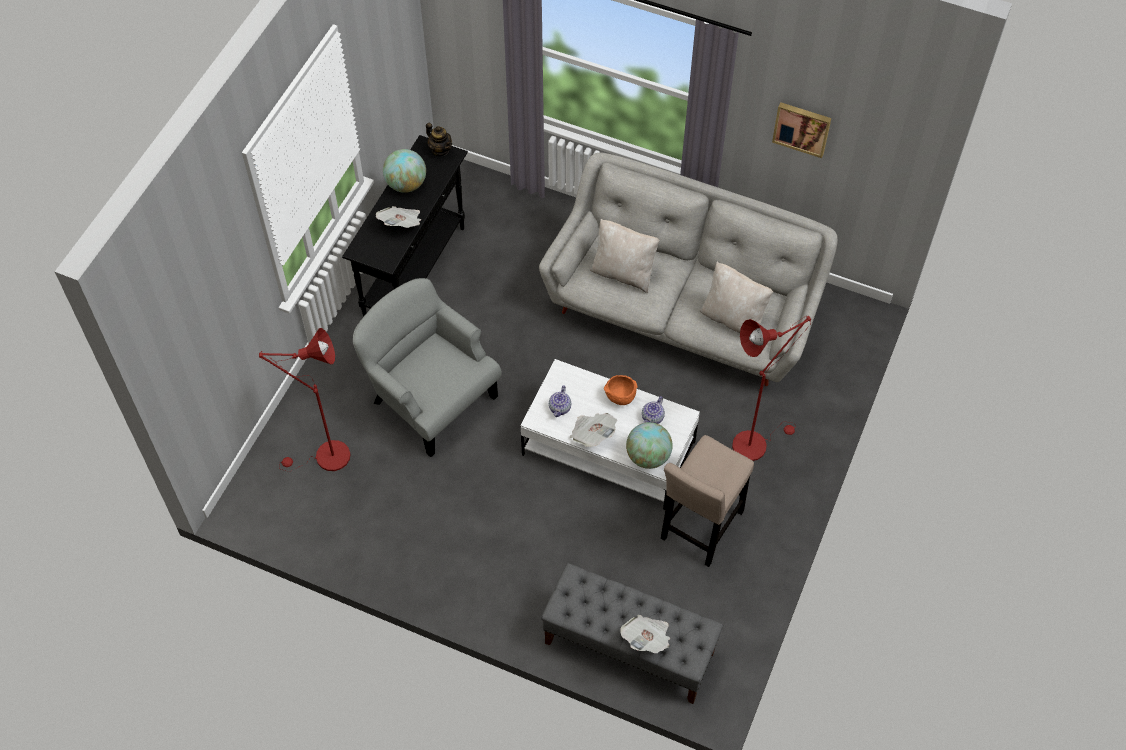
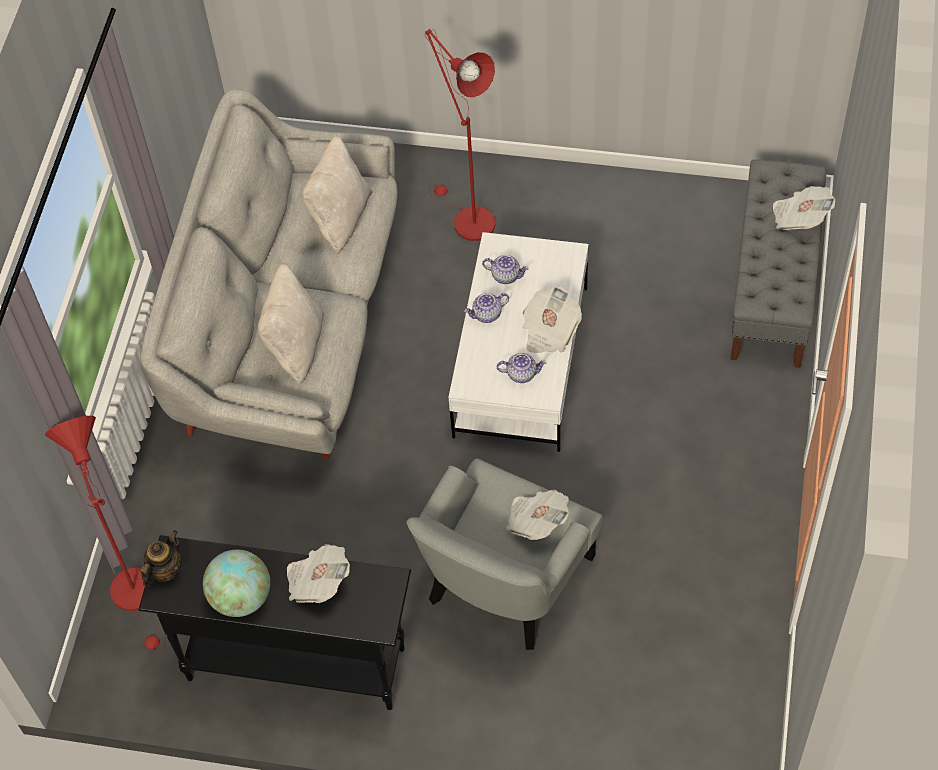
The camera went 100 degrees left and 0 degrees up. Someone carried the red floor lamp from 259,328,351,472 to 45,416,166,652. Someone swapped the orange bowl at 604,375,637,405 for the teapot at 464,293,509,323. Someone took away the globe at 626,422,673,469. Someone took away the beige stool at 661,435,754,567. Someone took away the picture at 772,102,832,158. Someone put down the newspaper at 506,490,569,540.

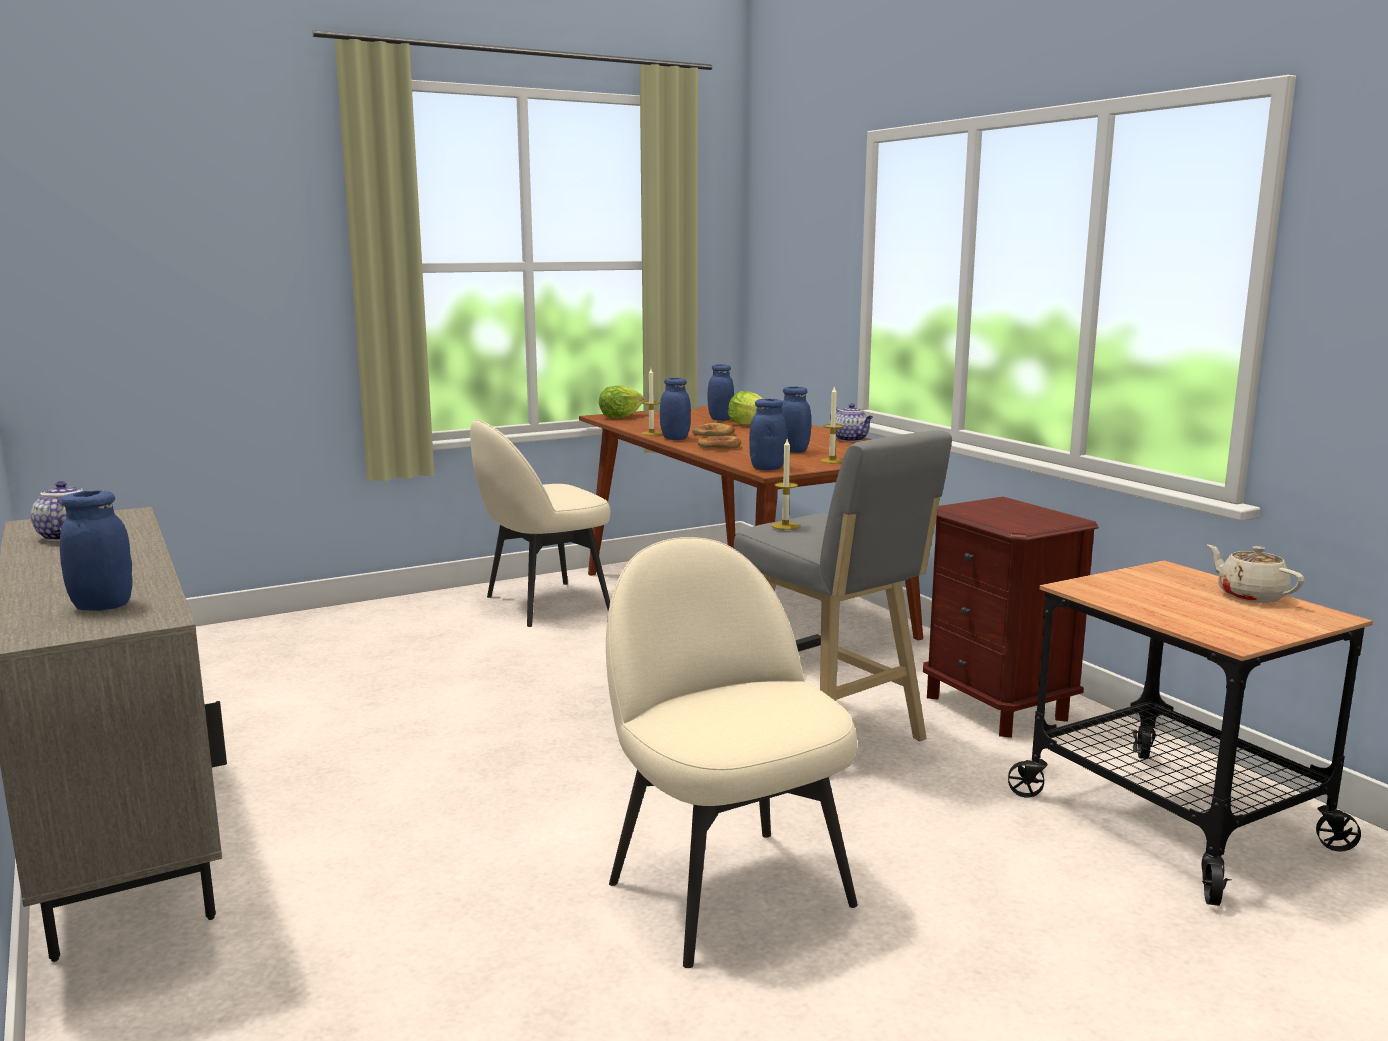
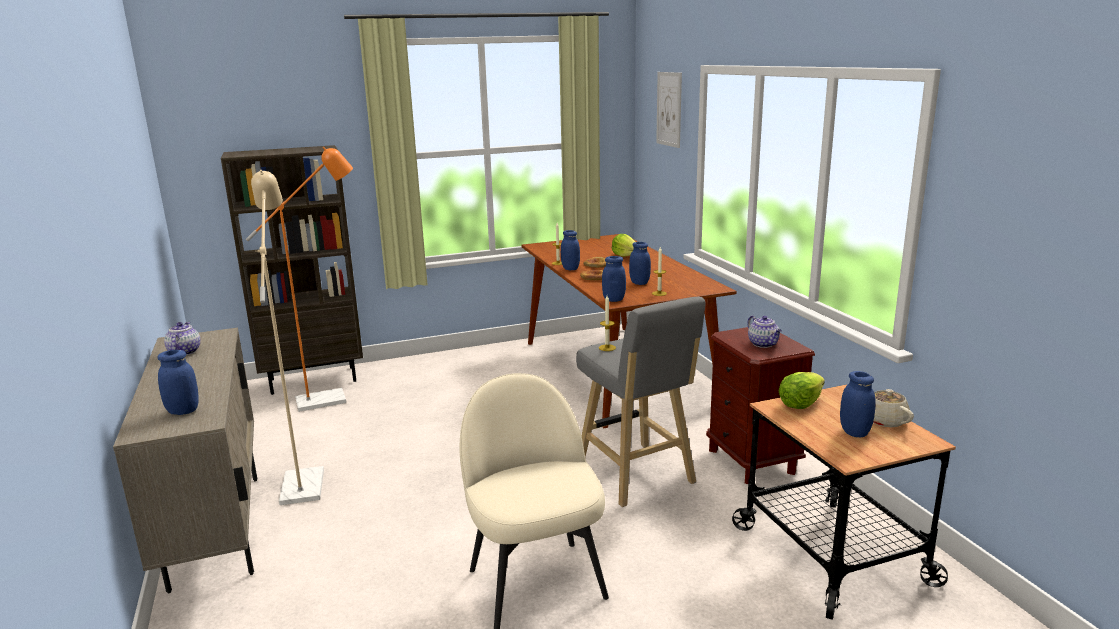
The camera went 10 degrees right and 5 degrees up. Someone took away the beige chair at 470,419,610,627. Someone carried the lettuce from 599,386,644,418 to 778,372,825,409. Someone carried the blue jar from 707,364,734,421 to 840,371,876,437. Someone carried the teapot from 830,403,873,442 to 747,315,782,348. Someone put down the brown bookcase at 221,145,363,395. Someone put down the orange floor lamp at 246,147,353,412. Someone put down the beige floor lamp at 251,170,324,505. Someone put up the picture at 656,72,682,148.

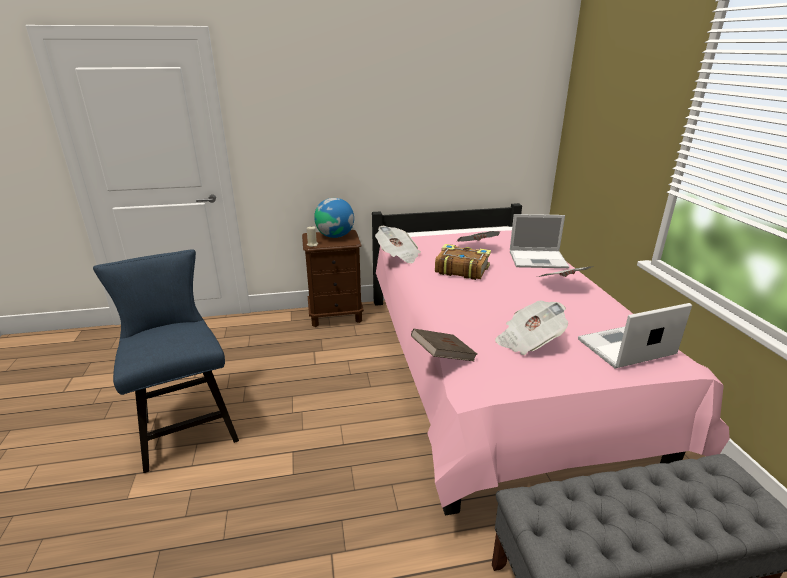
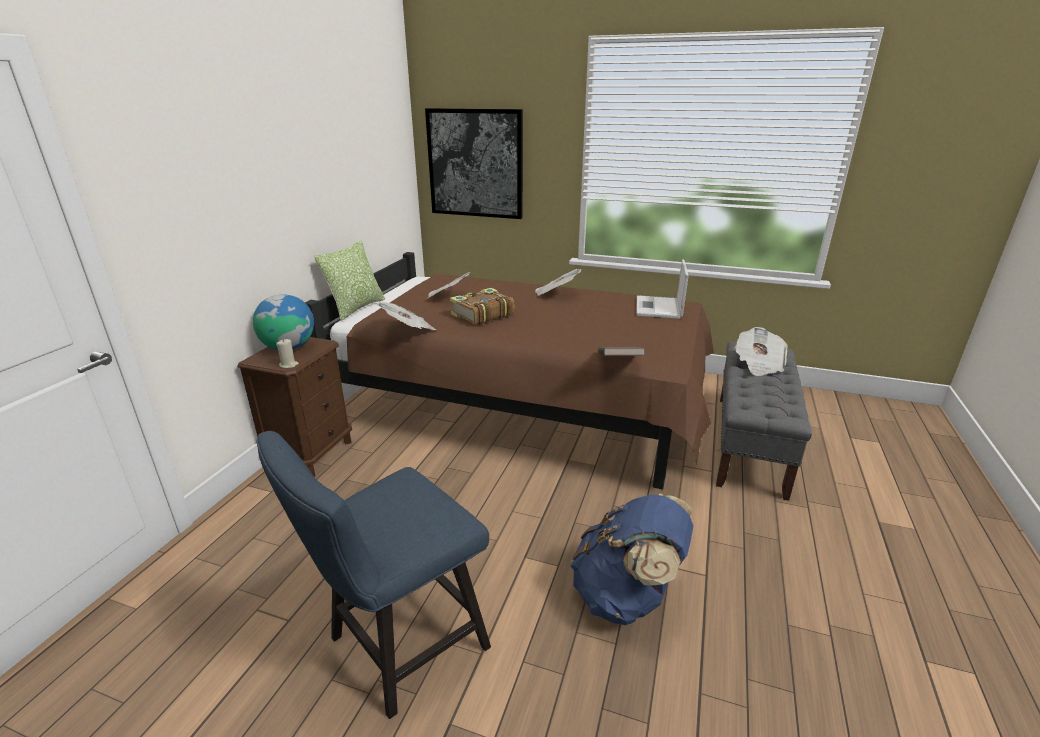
The camera went 60 degrees left and 0 degrees up. Someone rotated the blue chair at 93,249,239,473 by 45 degrees counterclockwise. Someone repainted the pink bed at 372,203,730,515, which became the brown bed at 305,252,714,489. Someone carried the newspaper from 495,300,568,355 to 735,327,788,376. Someone took away the laptop at 510,214,569,268. Someone put down the pillow at 314,240,385,321. Someone put up the picture at 425,108,523,219. Someone put down the blue backpack at 571,494,694,625.

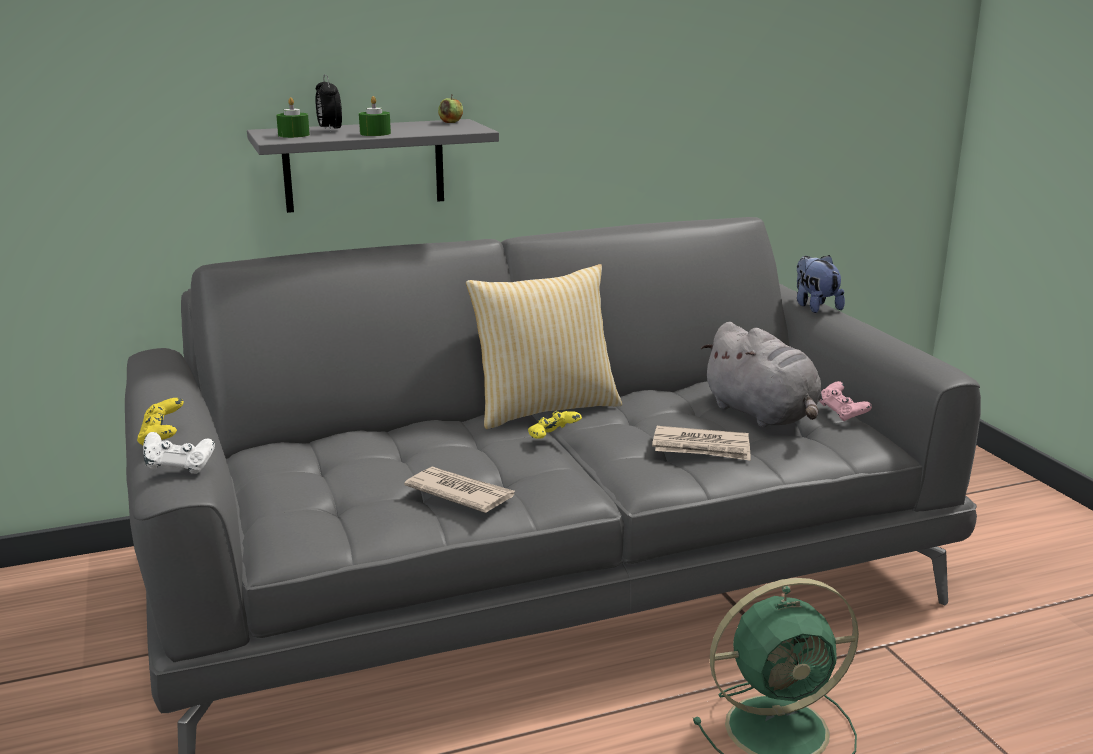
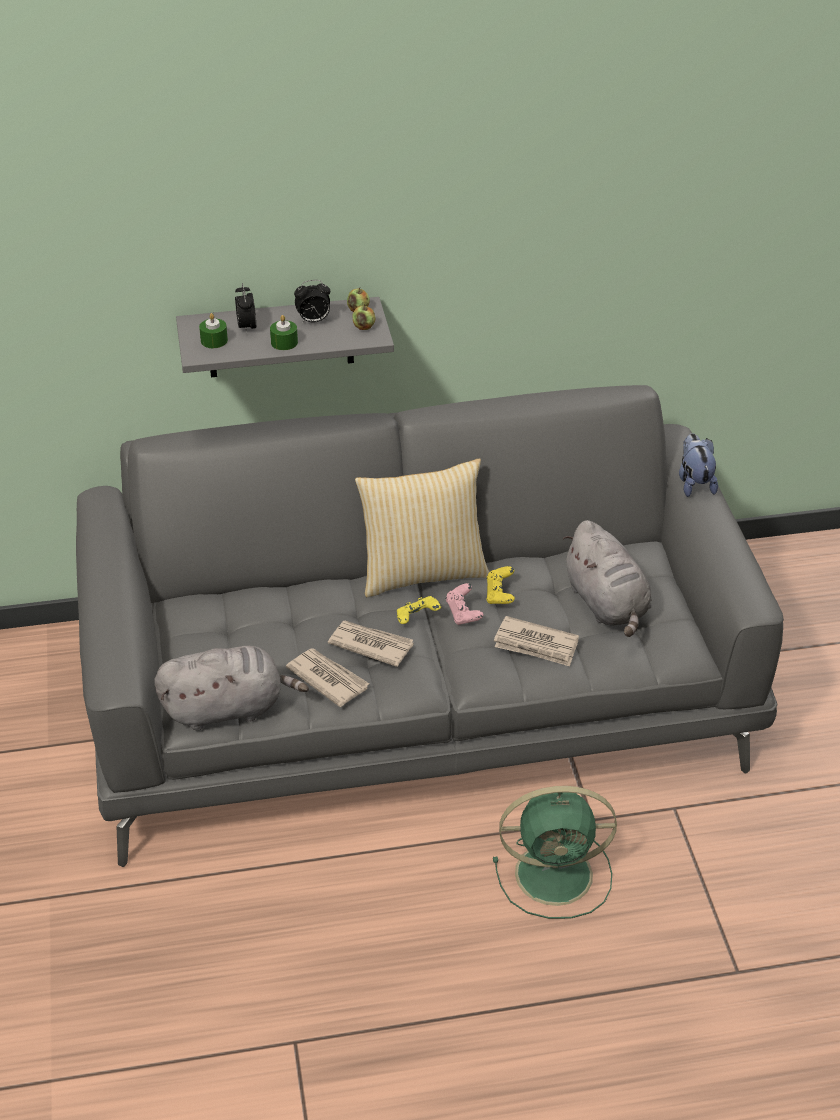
The camera went 10 degrees right and 20 degrees up. Someone carried the yellow game controller from 137,398,184,445 to 487,566,515,604. Someone took away the white game controller at 143,432,215,474. Someone carried the pink game controller from 819,381,872,421 to 446,583,483,625. Someone put down the grey plush toy at 154,645,309,730. Someone put down the alarm clock at 294,280,330,324. Someone put down the newspaper at 328,621,414,667. Someone put down the apple at 352,304,375,330.

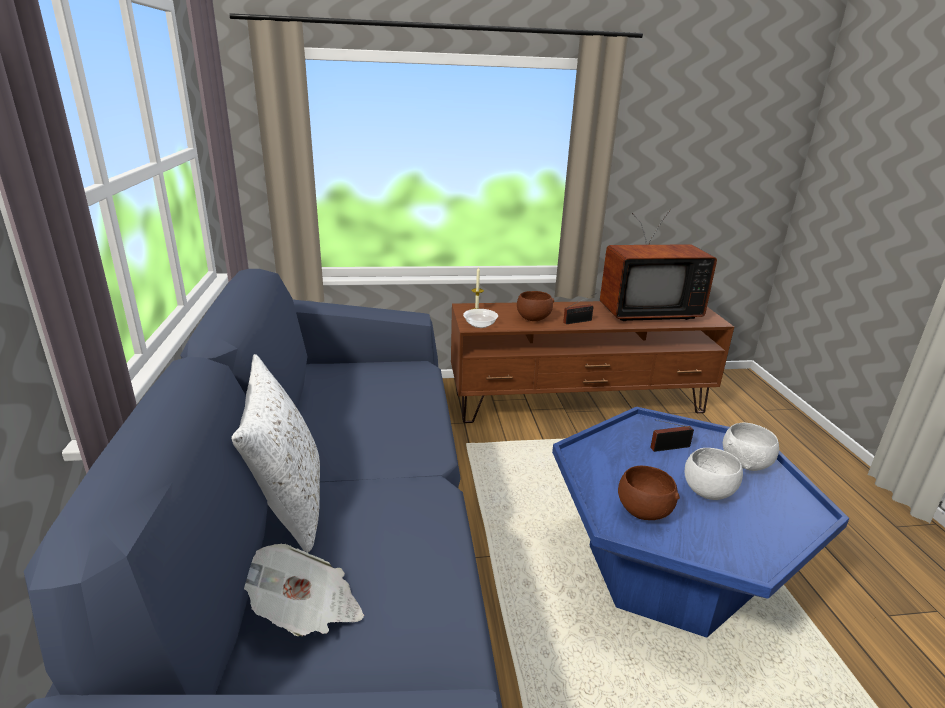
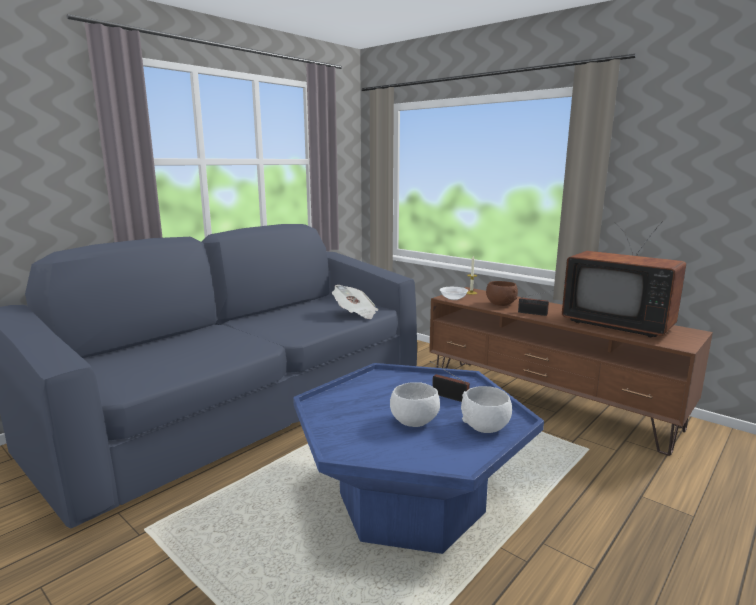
The camera went 50 degrees right and 10 degrees down. Someone took away the white pillow at 231,354,320,552. Someone carried the newspaper from 244,544,364,637 to 332,285,378,319. Someone took away the brown bowl at 618,466,680,520.

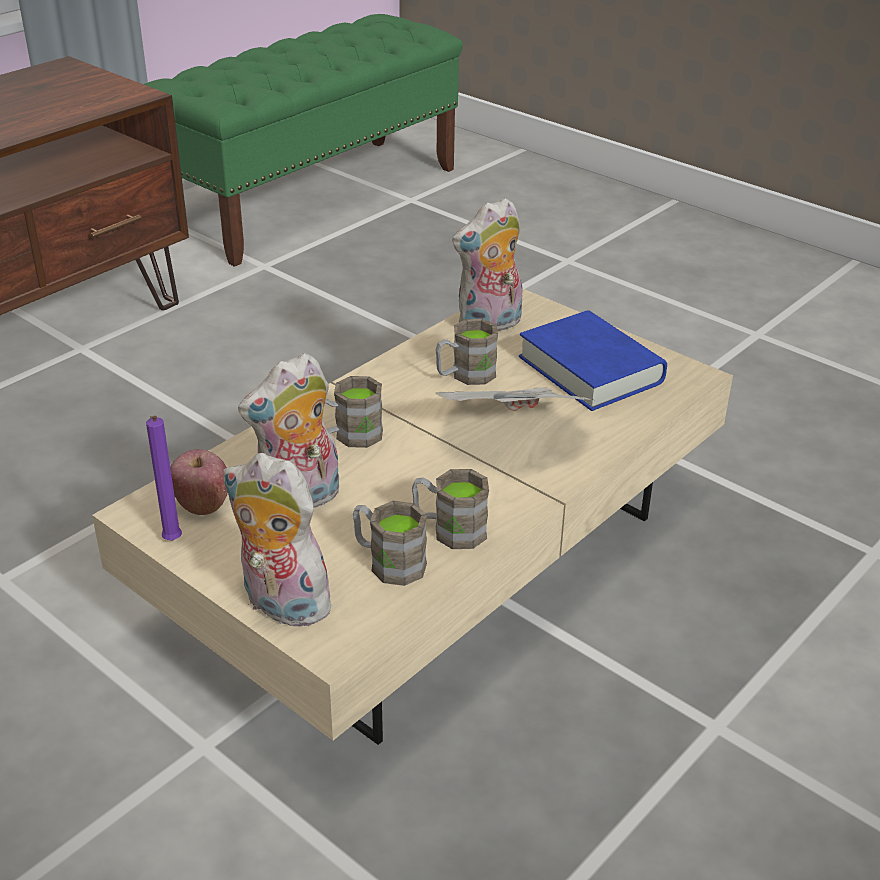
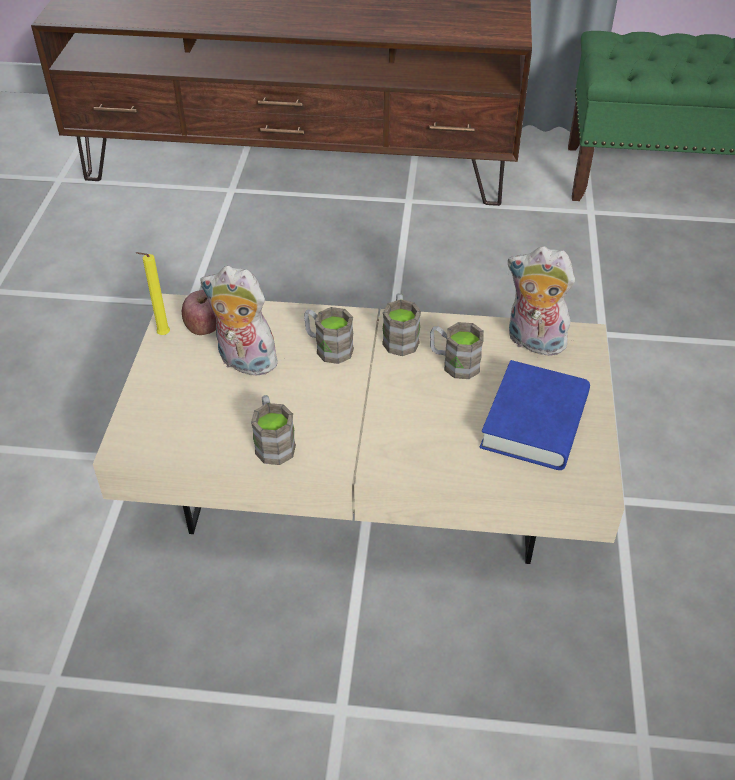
The camera went 55 degrees right and 10 degrees up. Someone repainted the purple candle at 146,416,182,541, which became the yellow candle at 136,252,170,335. Someone took away the plush toy at 223,453,342,629. Someone carried the brown mug from 353,501,427,586 to 382,293,421,356. Someone took away the newspaper at 436,387,593,411.

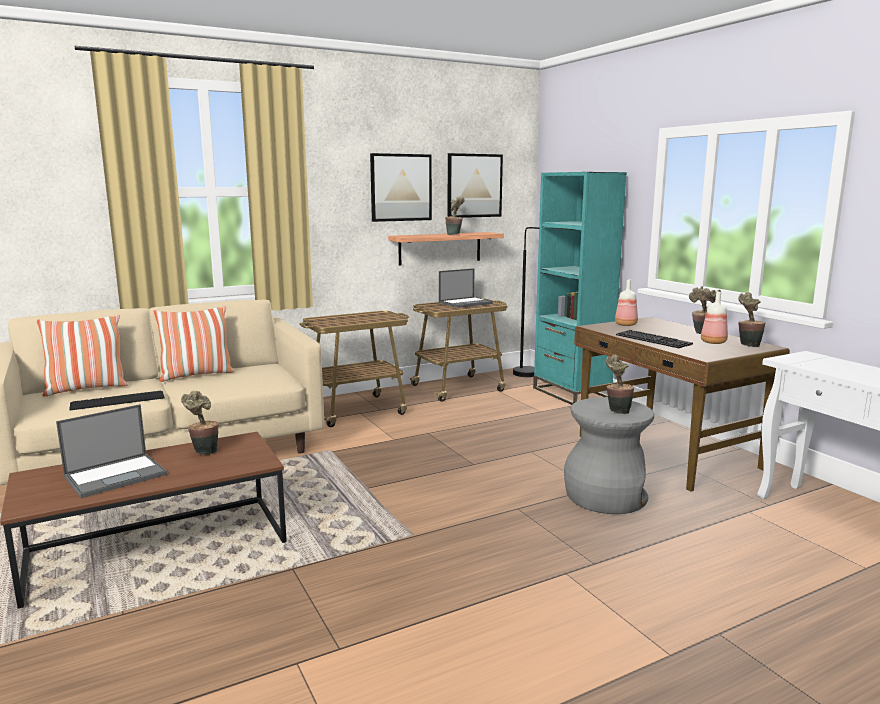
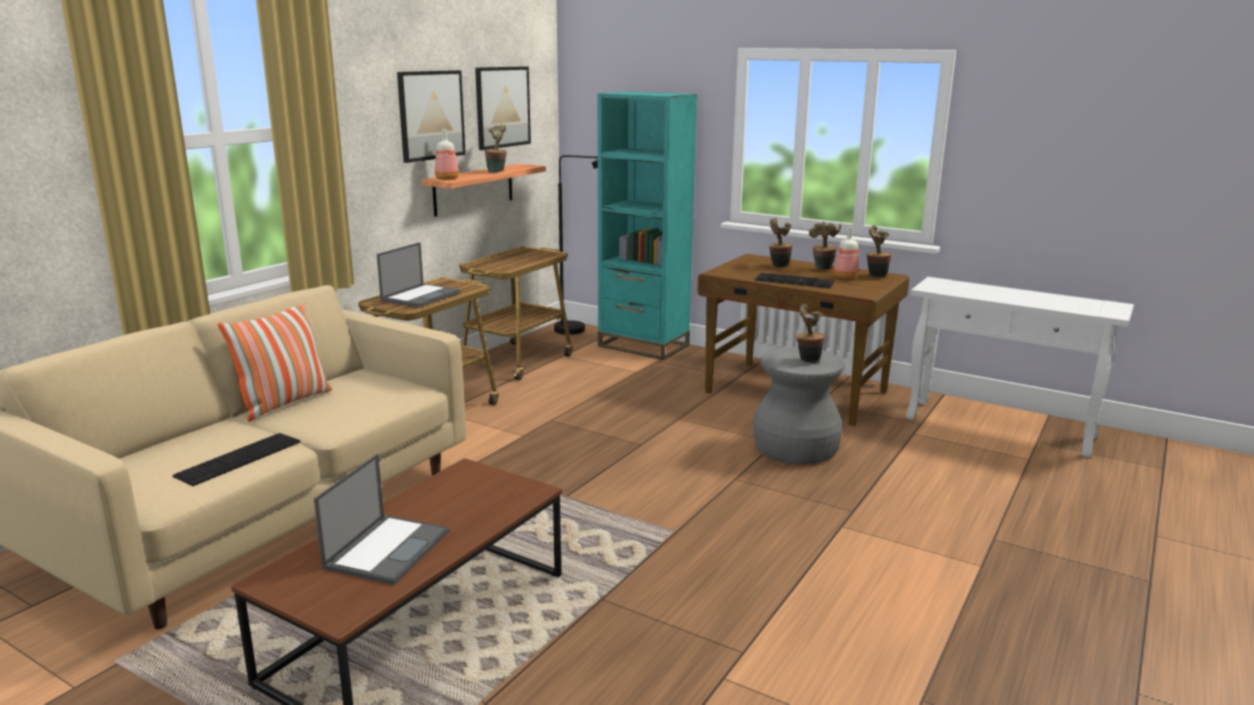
The camera went 30 degrees left and 5 degrees up. Someone took away the pillow at 37,315,128,397. Someone carried the potted plant from 181,391,219,455 to 769,218,792,268. Someone carried the laptop from 439,268,493,308 to 377,242,461,308. Someone carried the bottle from 615,280,638,326 to 435,129,459,180.

